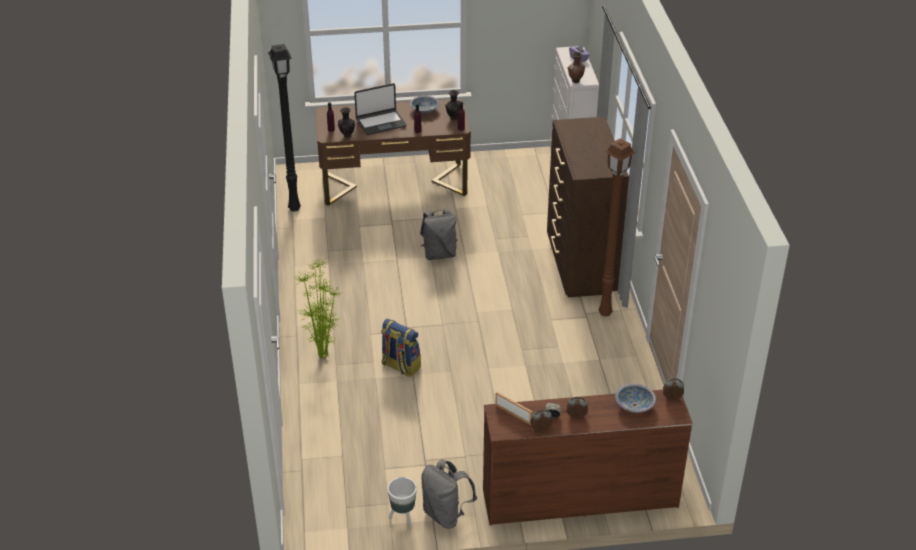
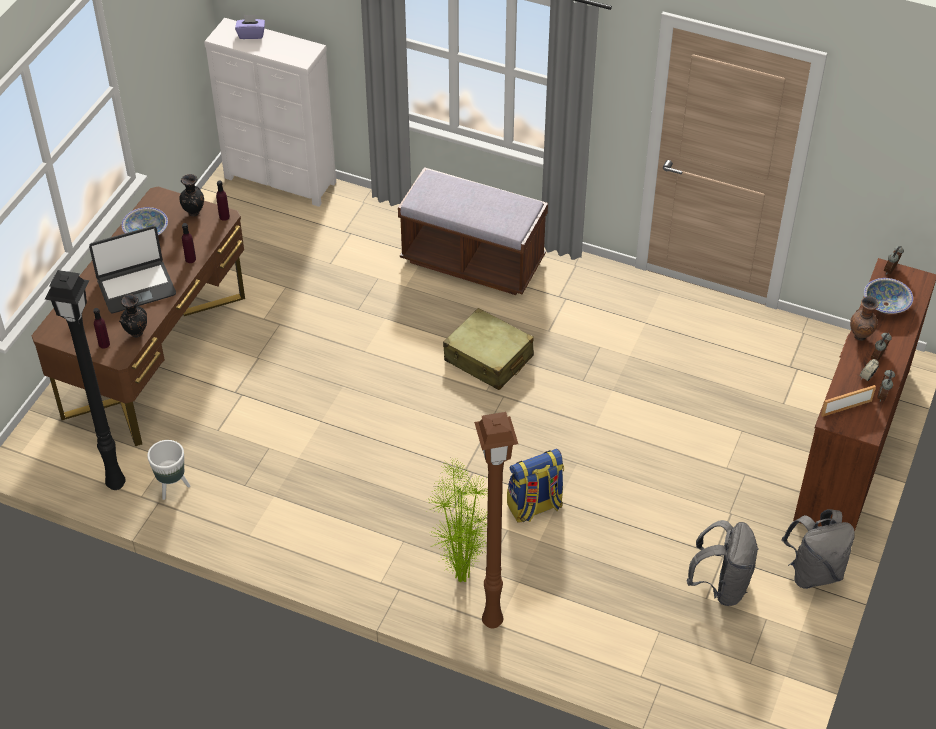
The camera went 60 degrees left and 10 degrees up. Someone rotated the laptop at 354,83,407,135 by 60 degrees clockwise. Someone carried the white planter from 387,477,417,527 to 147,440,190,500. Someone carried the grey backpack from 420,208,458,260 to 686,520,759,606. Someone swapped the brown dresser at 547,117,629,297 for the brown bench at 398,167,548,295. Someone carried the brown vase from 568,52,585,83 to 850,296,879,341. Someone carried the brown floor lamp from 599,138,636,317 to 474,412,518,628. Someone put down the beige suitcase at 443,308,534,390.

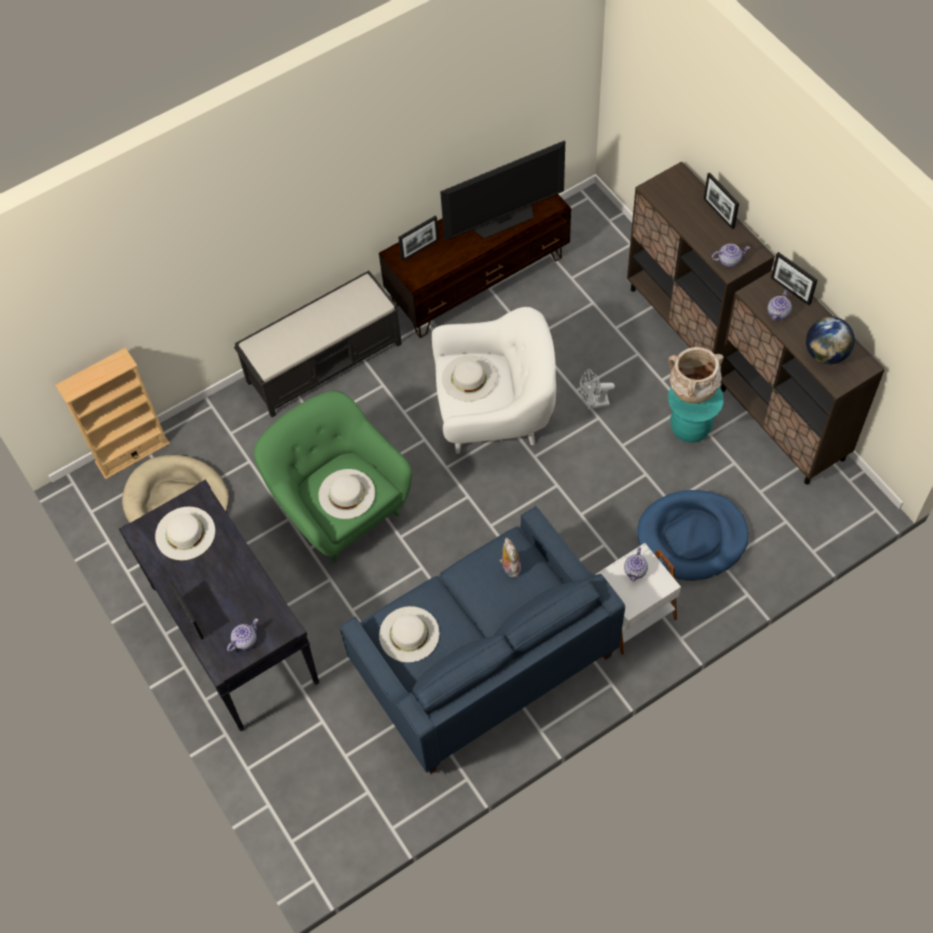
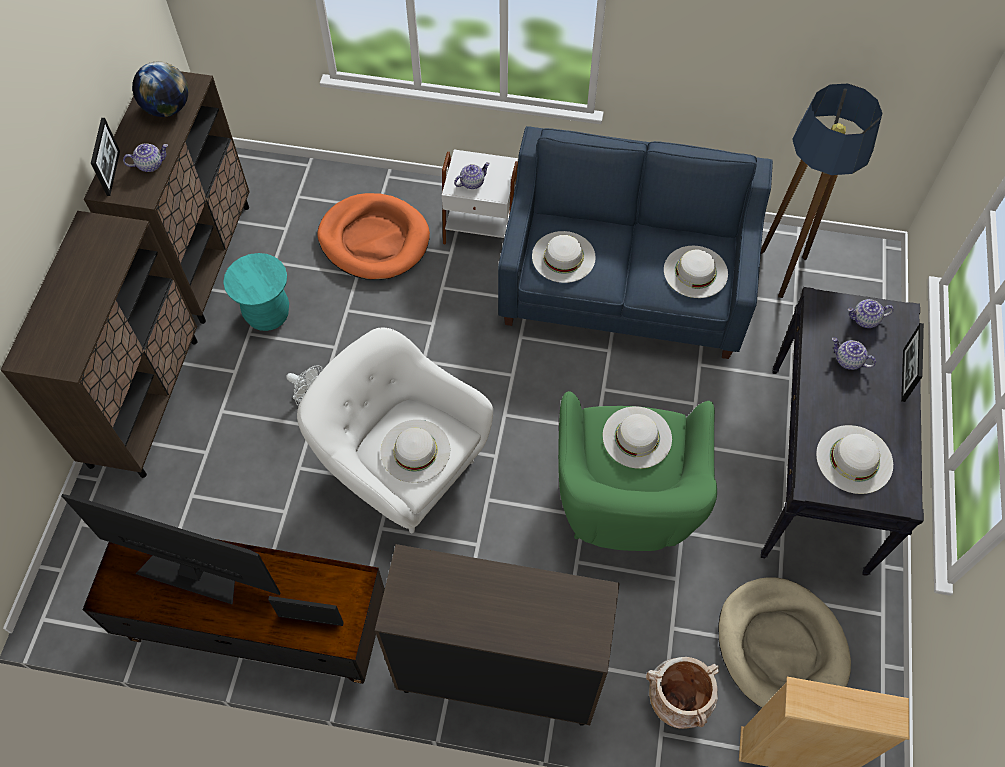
The camera went 140 degrees left and 0 degrees up. Someone swapped the black bench at 234,270,402,417 for the brown cabinet at 375,544,620,726. Someone swapped the plush toy at 500,537,521,578 for the white hat at 532,231,596,283. Someone repainted the blue dog bed at 637,490,749,581, which became the orange dog bed at 318,193,430,280. Someone carried the beige vase from 669,347,723,404 to 646,657,719,729. Someone took away the picture frame at 704,172,739,229. Someone carried the teapot from 712,244,750,267 to 832,338,876,370. Someone put down the floor lamp at 761,83,882,298.

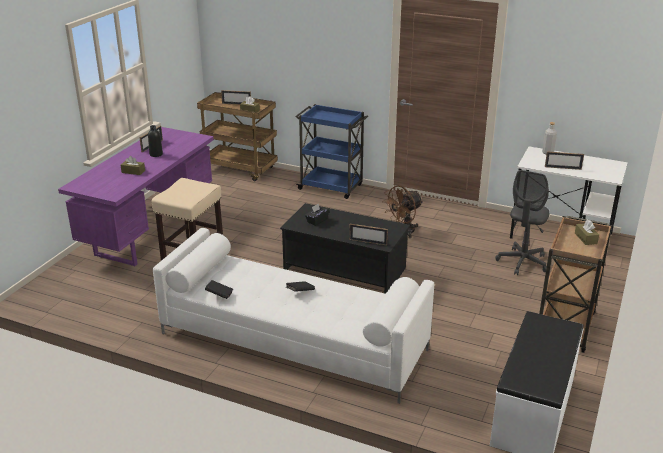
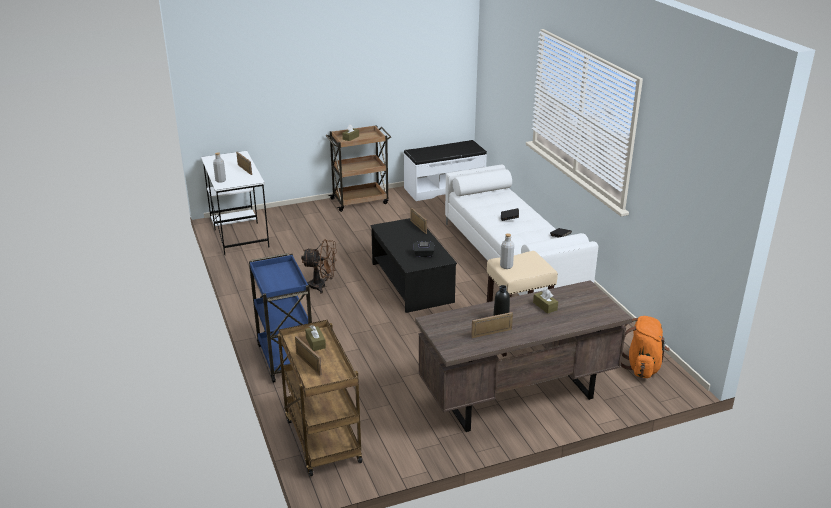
The camera went 135 degrees left and 0 degrees up. Someone repainted the purple desk at 58,127,214,266, which became the brown desk at 415,280,632,432. Someone took away the grey office chair at 495,170,549,275. Someone put down the grey bottle at 500,234,514,269. Someone put down the orange backpack at 621,316,670,378.

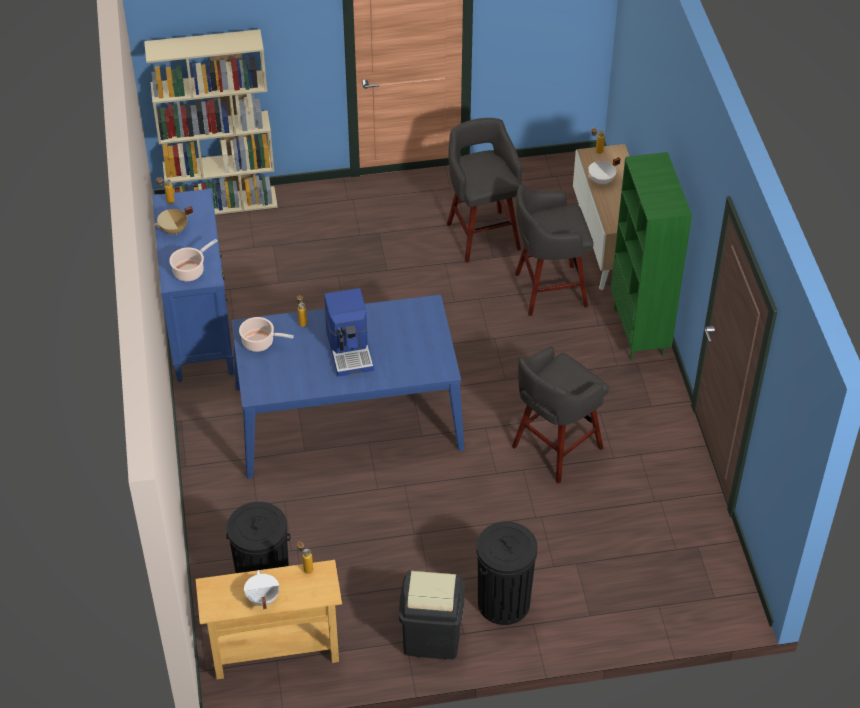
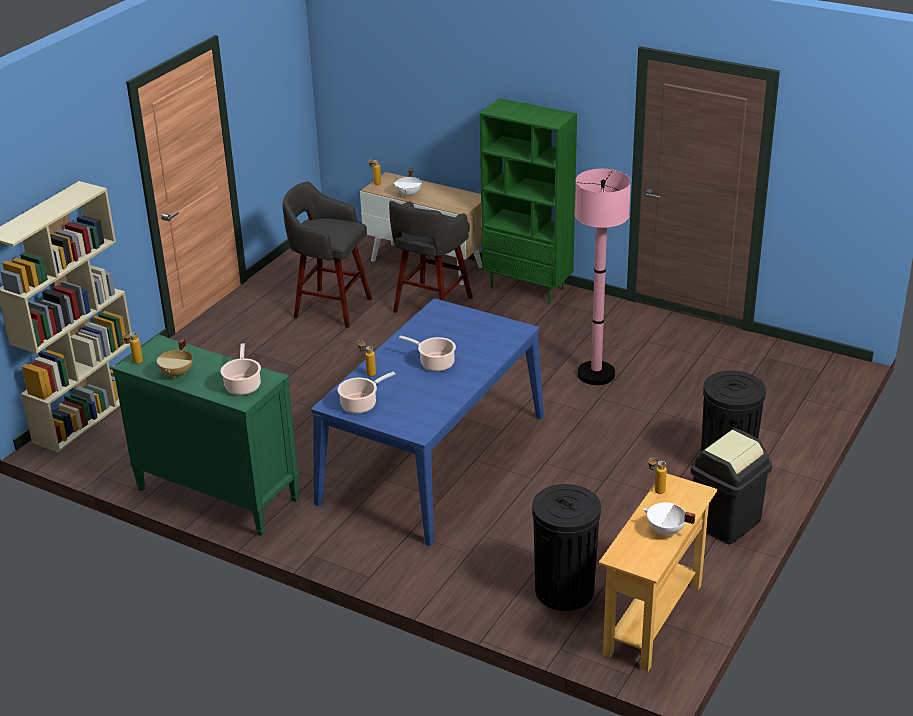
The camera went 50 degrees left and 15 degrees down. Someone repainted the blue dresser at 152,188,234,382, which became the green dresser at 112,334,299,536. Someone swapped the coffee machine at 324,288,374,377 for the cooking pot at 399,336,456,371. Someone swapped the grey stool at 512,346,609,484 for the pink floor lamp at 575,169,631,385.

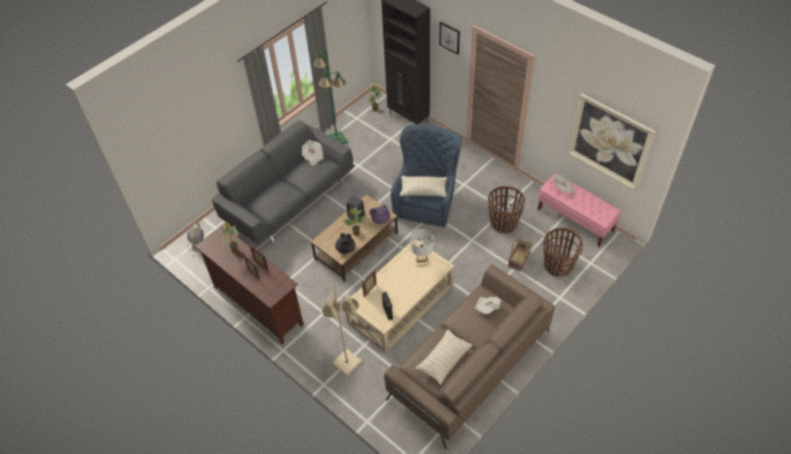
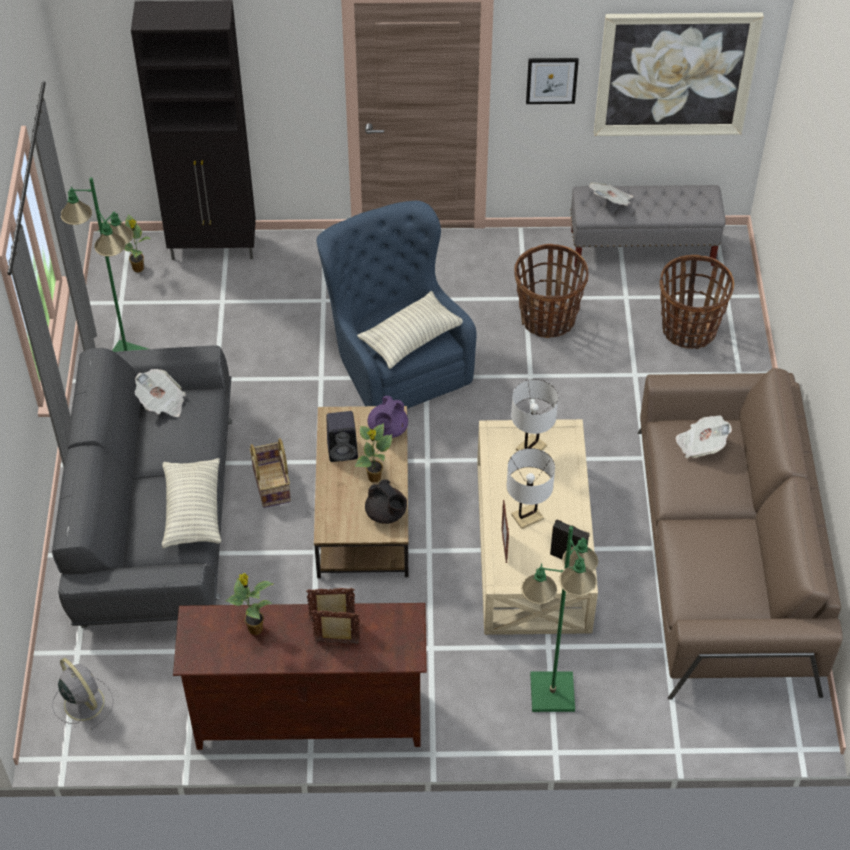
The camera went 45 degrees left and 0 degrees up. Someone repainted the beige floor lamp at 322,283,362,376, which became the green floor lamp at 521,526,598,712. Someone carried the pillow from 415,329,472,385 to 162,458,221,549. Someone carried the picture from 439,22,460,55 to 526,58,579,104. Someone carried the basket from 508,237,532,272 to 249,438,291,508. Someone repainted the pink bench at 538,174,621,247, which became the grey bench at 570,185,725,267. Someone put down the white table lamp at 507,448,555,529.

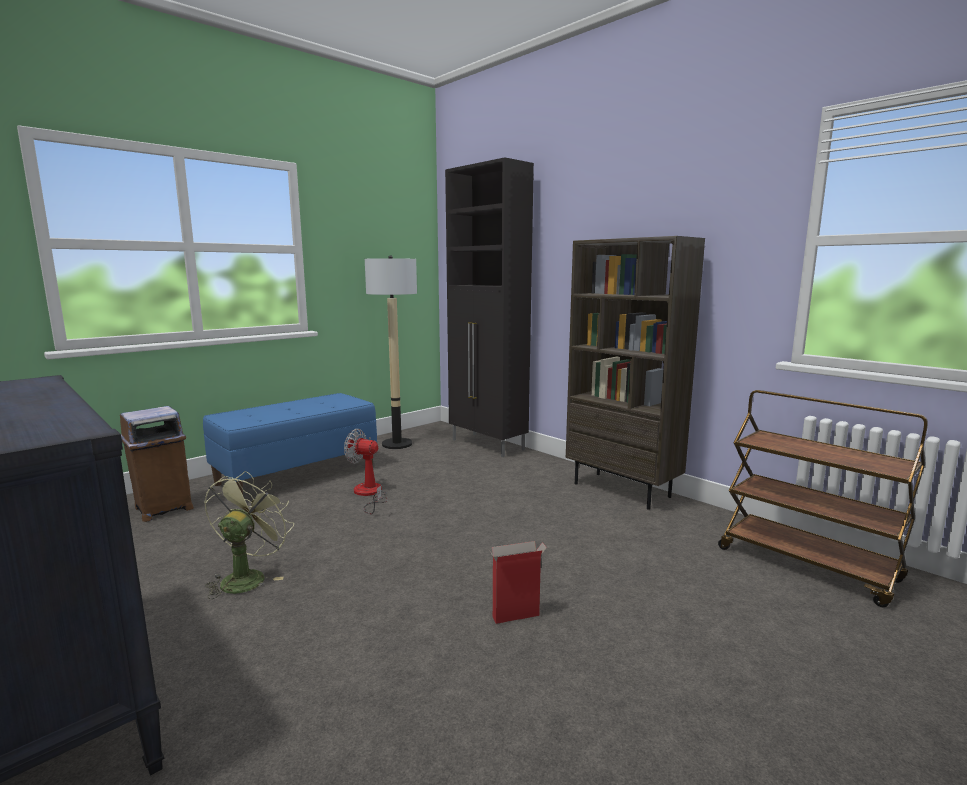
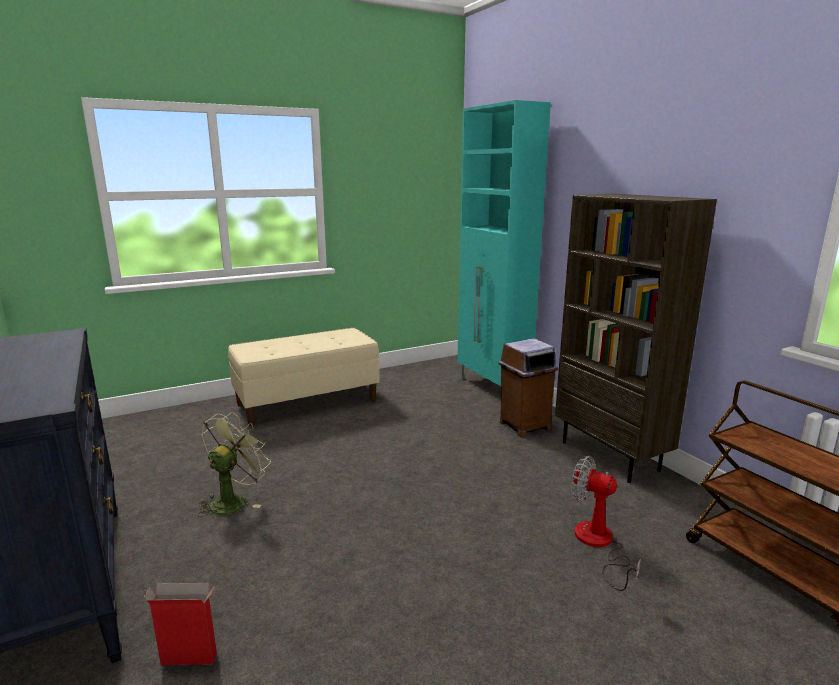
The camera went 15 degrees right and 5 degrees up. Someone carried the brown trash can from 120,406,194,522 to 498,338,558,437. Someone repainted the blue bench at 203,393,377,494, which became the beige bench at 228,328,380,426. Someone carried the fan from 344,429,388,514 to 571,455,641,591. Someone took away the floor lamp at 365,255,417,449. Someone repainted the black cabinet at 445,157,534,457, which became the turquoise cabinet at 457,100,551,386. Someone carried the cardboard box from 489,541,547,624 to 144,583,217,665.

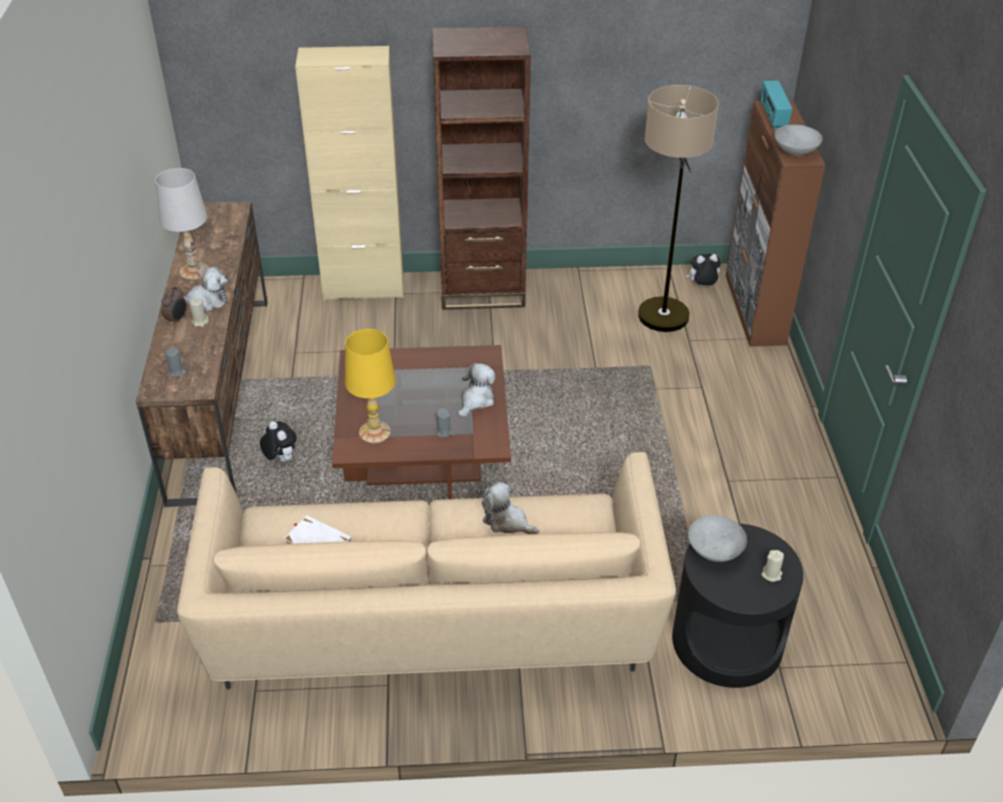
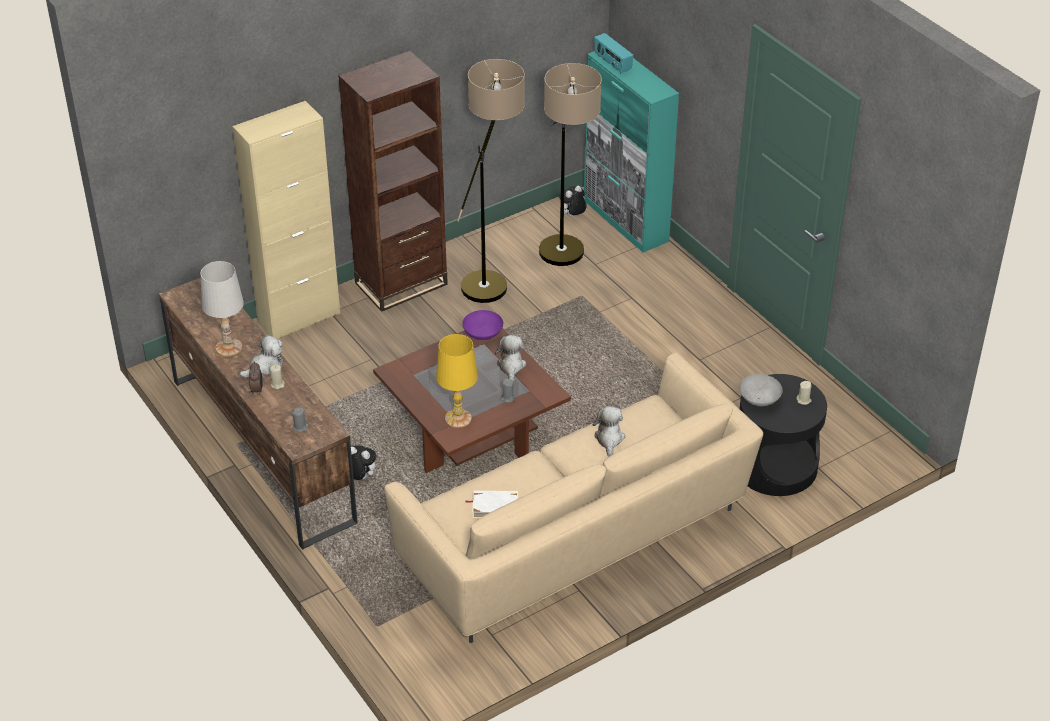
The camera went 30 degrees left and 0 degrees up. Someone rotated the plush toy at 482,482,539,534 by 90 degrees clockwise. Someone repainted the brown cabinet at 726,100,826,347, which became the turquoise cabinet at 584,51,679,253. Someone took away the grey bowl at 774,125,823,156. Someone put down the floor lamp at 457,59,525,303. Someone put down the purple bowl at 462,310,503,340.

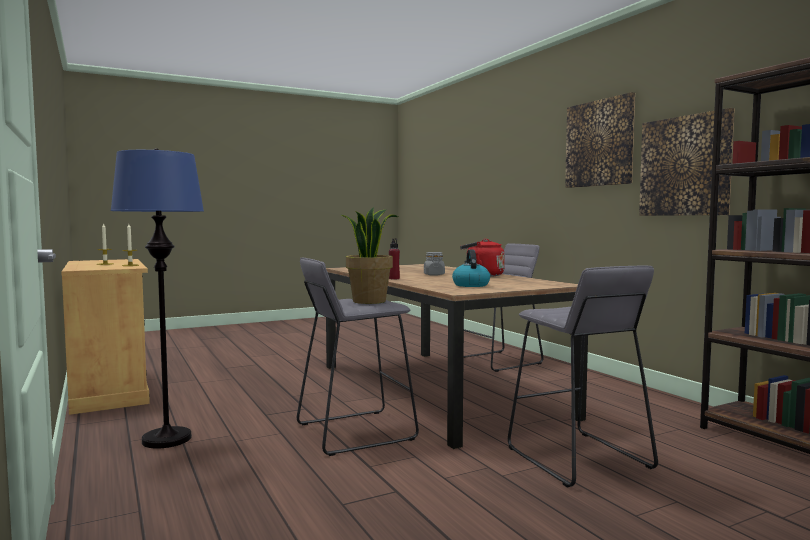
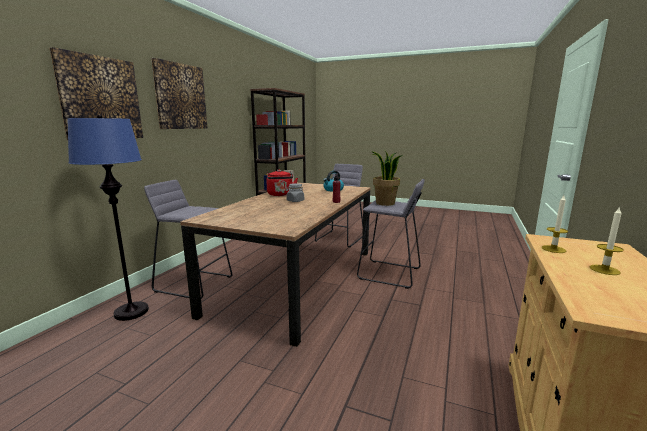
The camera went 130 degrees left and 10 degrees up. Someone carried the blue floor lamp from 110,148,204,449 to 67,115,149,321. Someone carried the picture from 639,108,735,216 to 49,47,143,141.

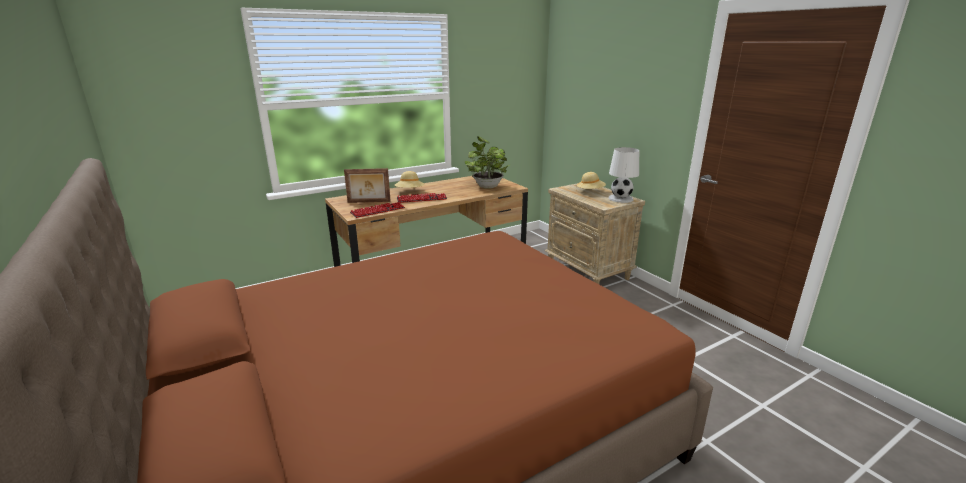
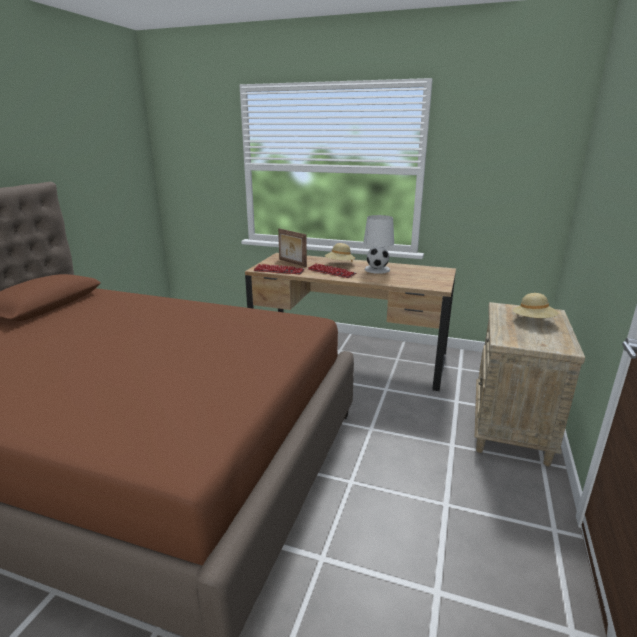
The camera went 50 degrees right and 0 degrees up. Someone took away the potted plant at 464,136,511,188. Someone carried the white table lamp from 609,147,639,203 to 363,215,394,274.

